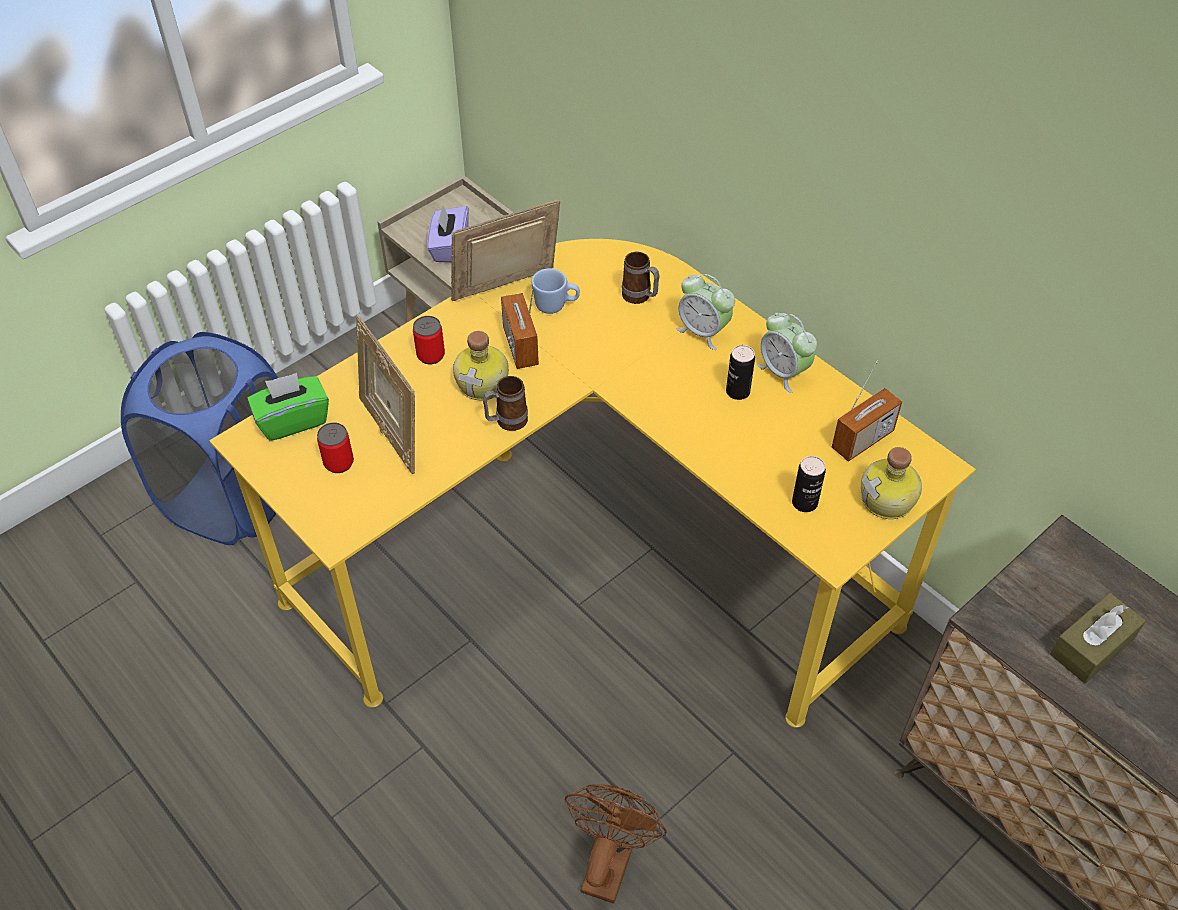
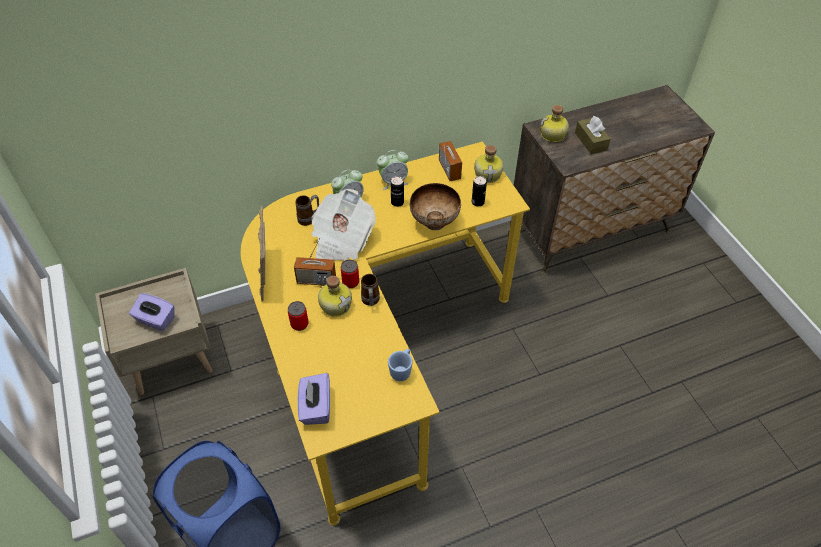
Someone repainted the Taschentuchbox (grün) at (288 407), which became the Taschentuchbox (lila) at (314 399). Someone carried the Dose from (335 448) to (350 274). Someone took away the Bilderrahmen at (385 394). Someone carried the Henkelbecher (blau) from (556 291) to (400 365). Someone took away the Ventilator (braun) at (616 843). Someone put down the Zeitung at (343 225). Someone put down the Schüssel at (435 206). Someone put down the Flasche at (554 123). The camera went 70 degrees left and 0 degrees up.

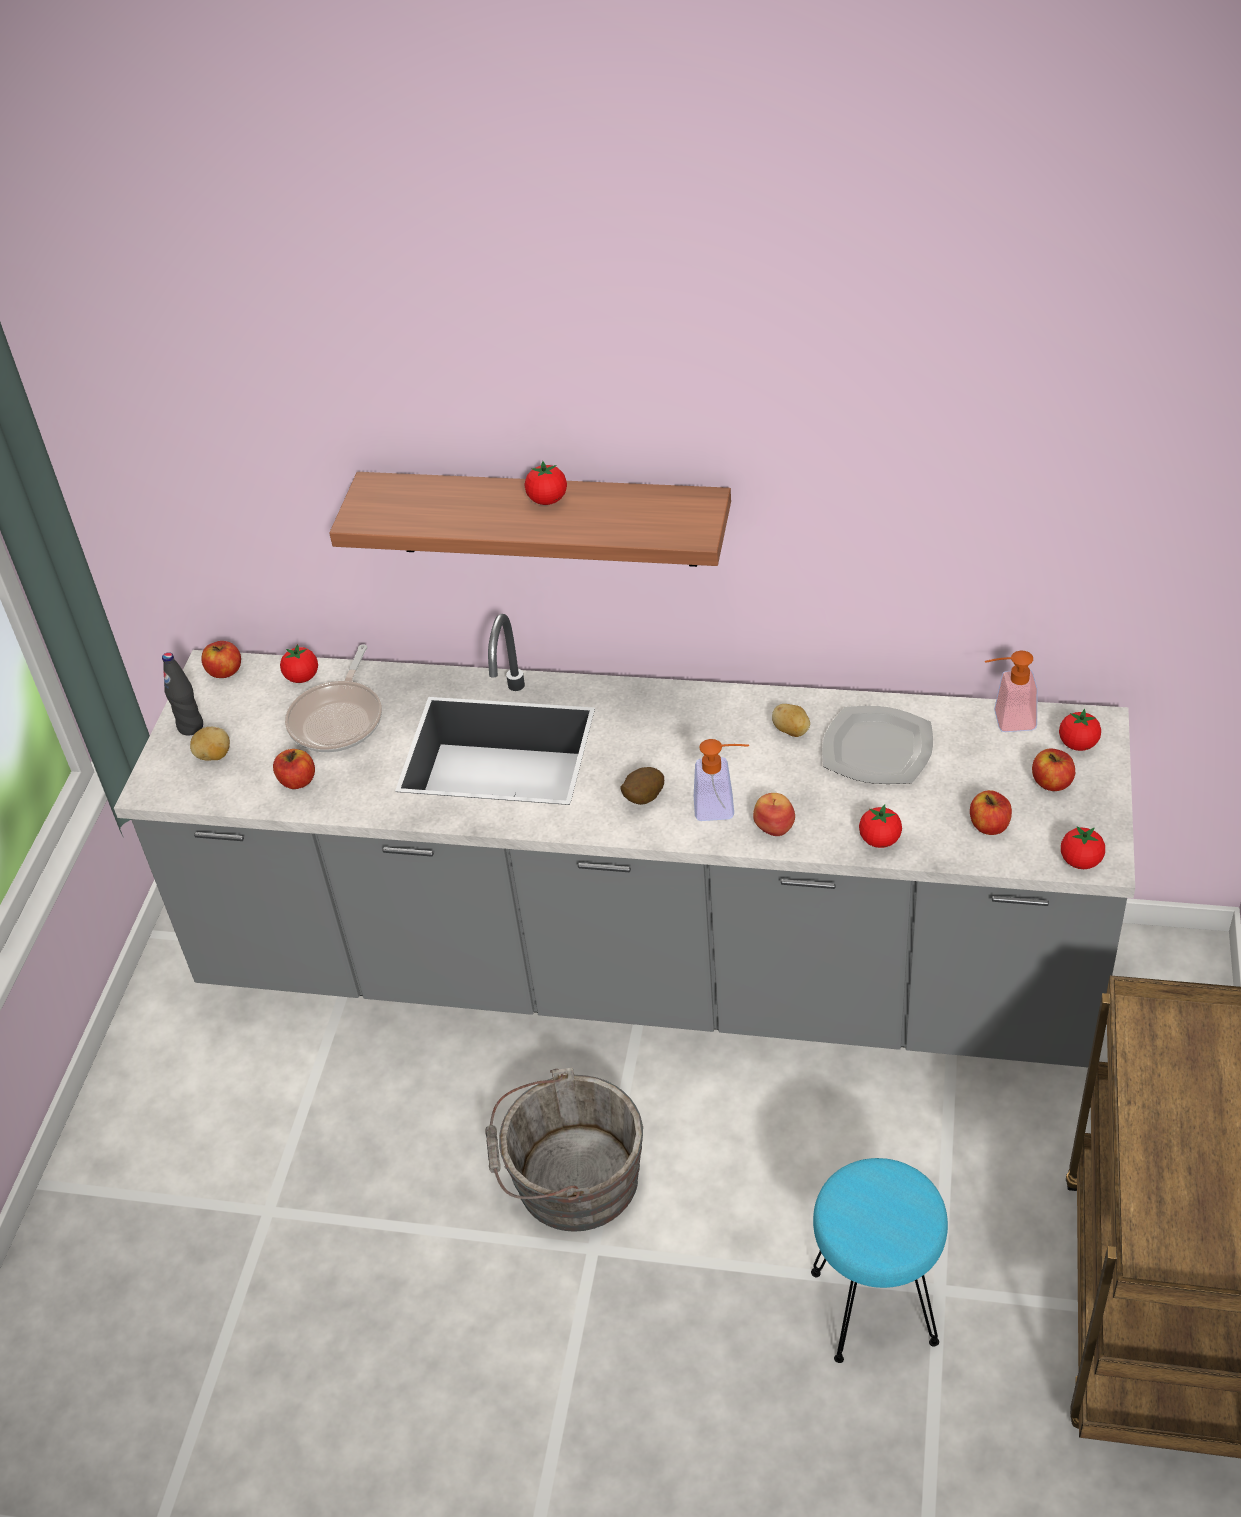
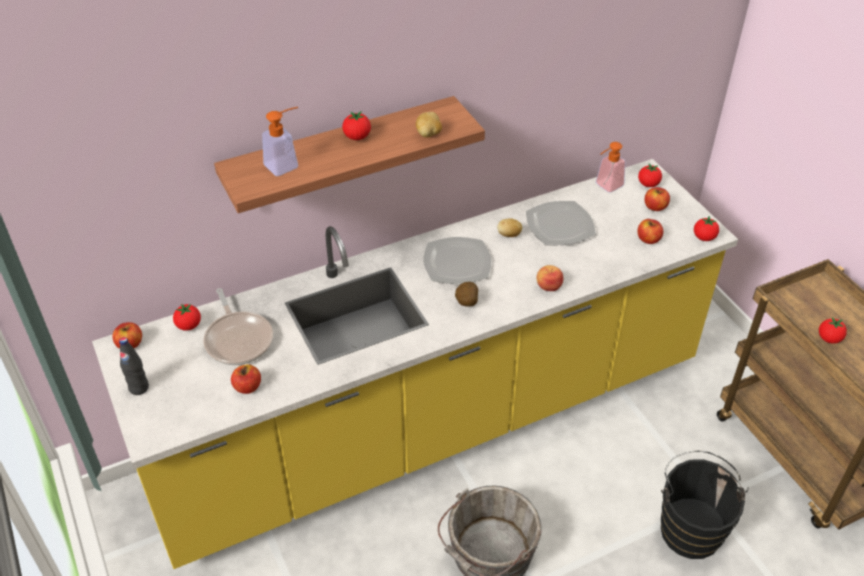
Someone repainted the Küchenzeile (grau) at (624 841), which became the Küchenzeile (gelb) at (415 364). Someone carried the Kartoffel from (210 744) to (429 125). Someone carried the Seifenspender from (721 780) to (280 141). Someone swapped the Hocker (türkis) at (879 1260) for the Eimer (schwarz) at (705 504). Someone carried the Tomate from (880 826) to (833 330). Someone put down the Teller at (457 260). The camera went 40 degrees left and 0 degrees up.

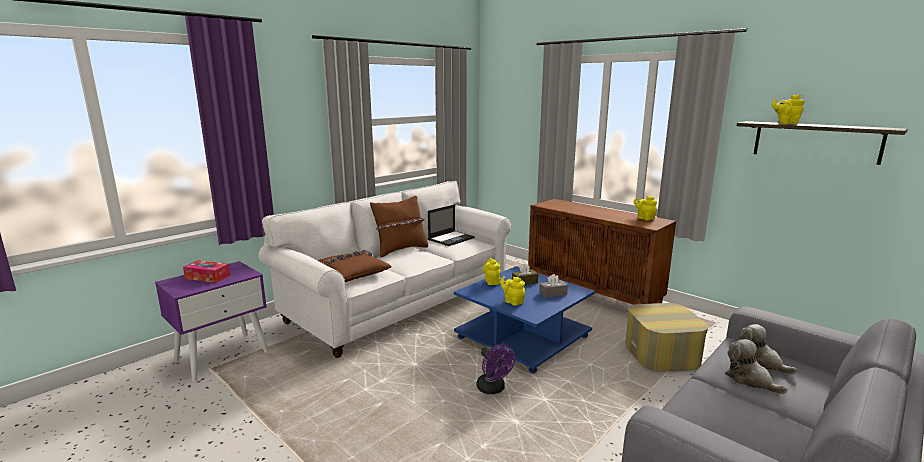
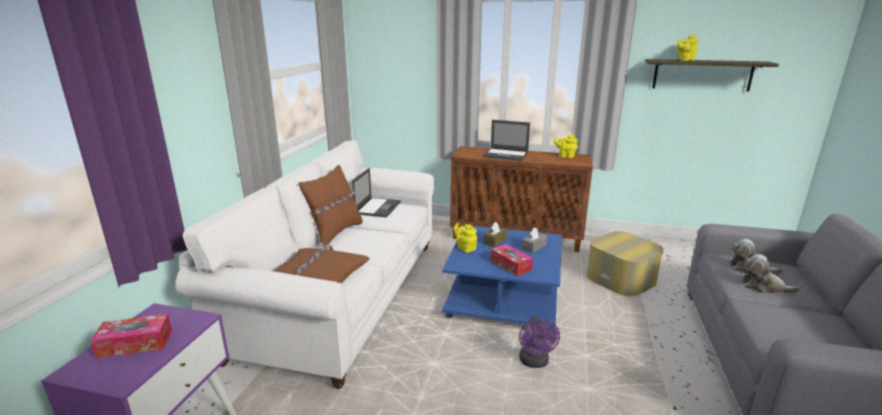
Someone rotated the Ventilator (lila) at (496 369) by 60 degrees clockwise. Someone swapped the Teekanne (gelb) at (512 291) for the Taschentuchbox at (512 260). Someone put down the Laptop at (506 140). The camera went 30 degrees left and 5 degrees up.

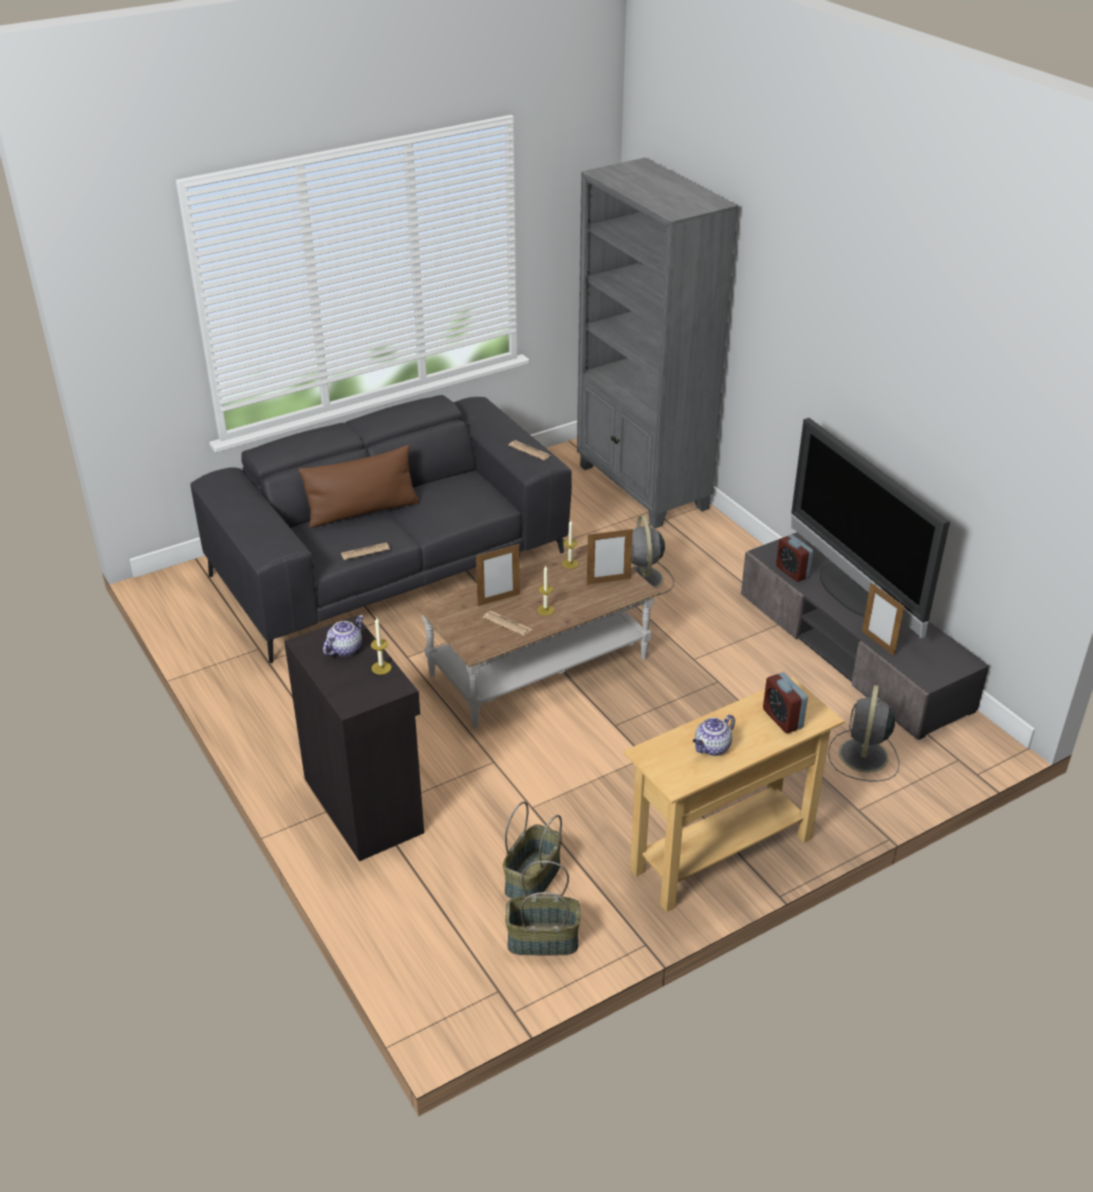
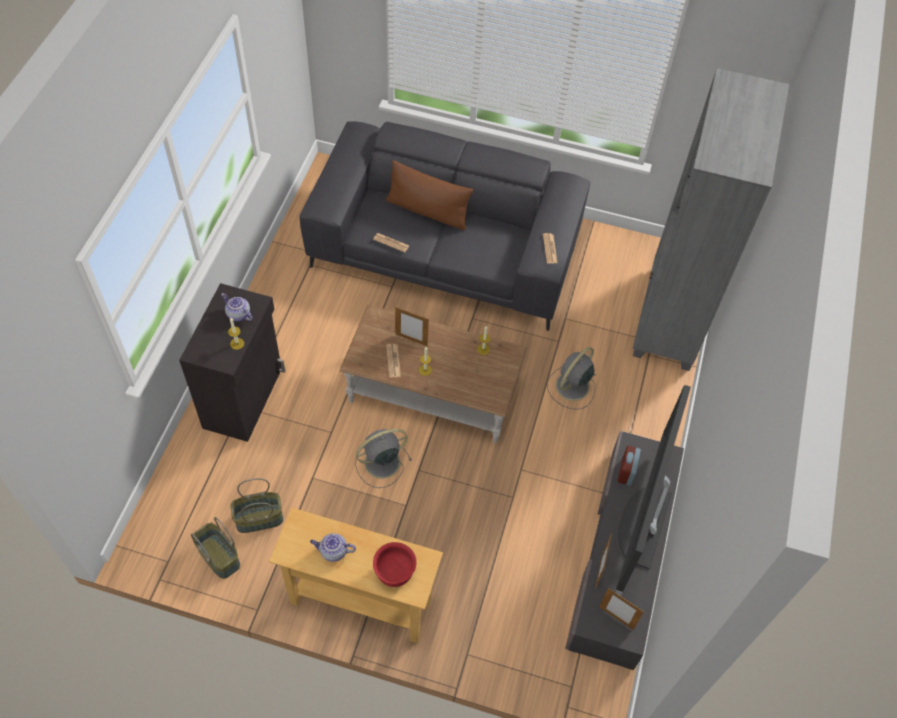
Someone rotated the Teekanne at (343 635) by 135 degrees counterclockwise. Someone carried the Bilderrahmen from (610 556) to (621 609). Someone swapped the Wecker at (785 702) for the Schüssel (rot) at (395 564). Someone carried the Ventilator (grau) from (864 733) to (383 458). The camera went 45 degrees right and 20 degrees up.

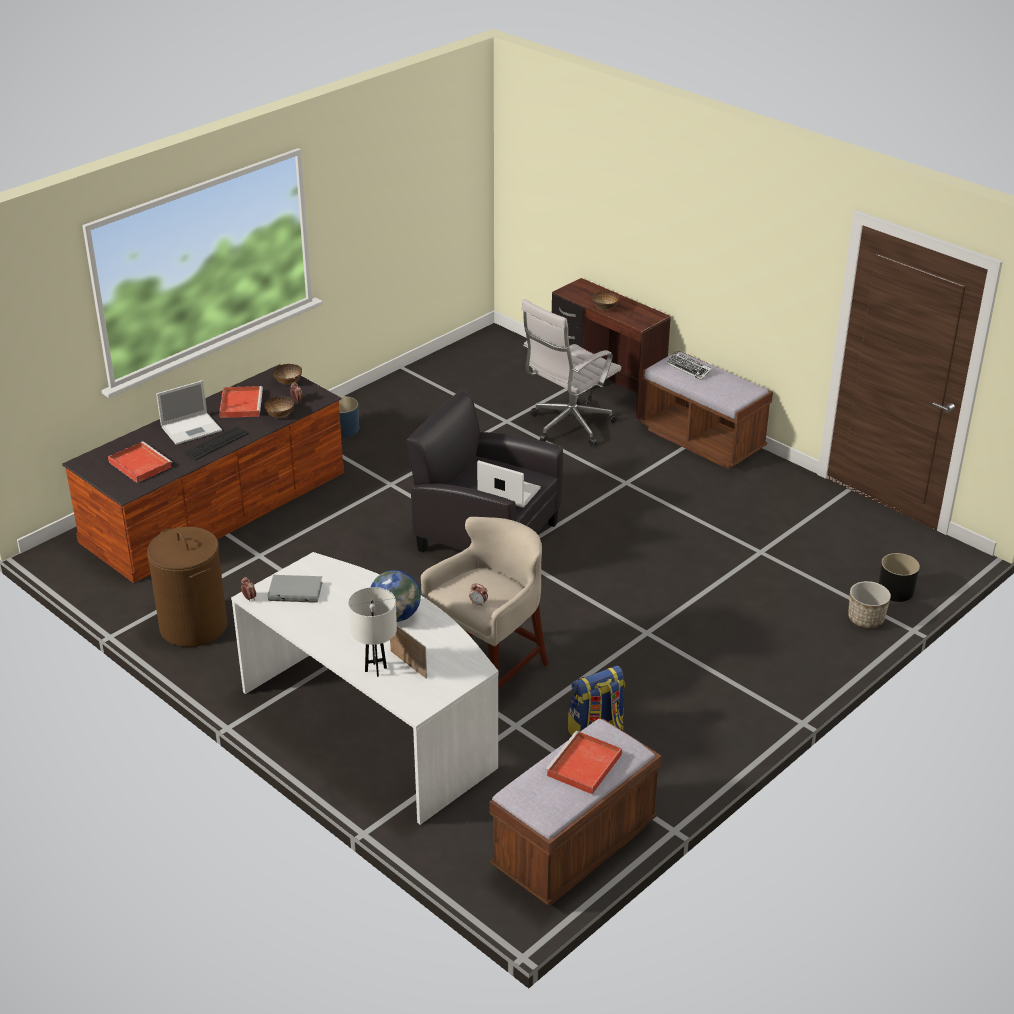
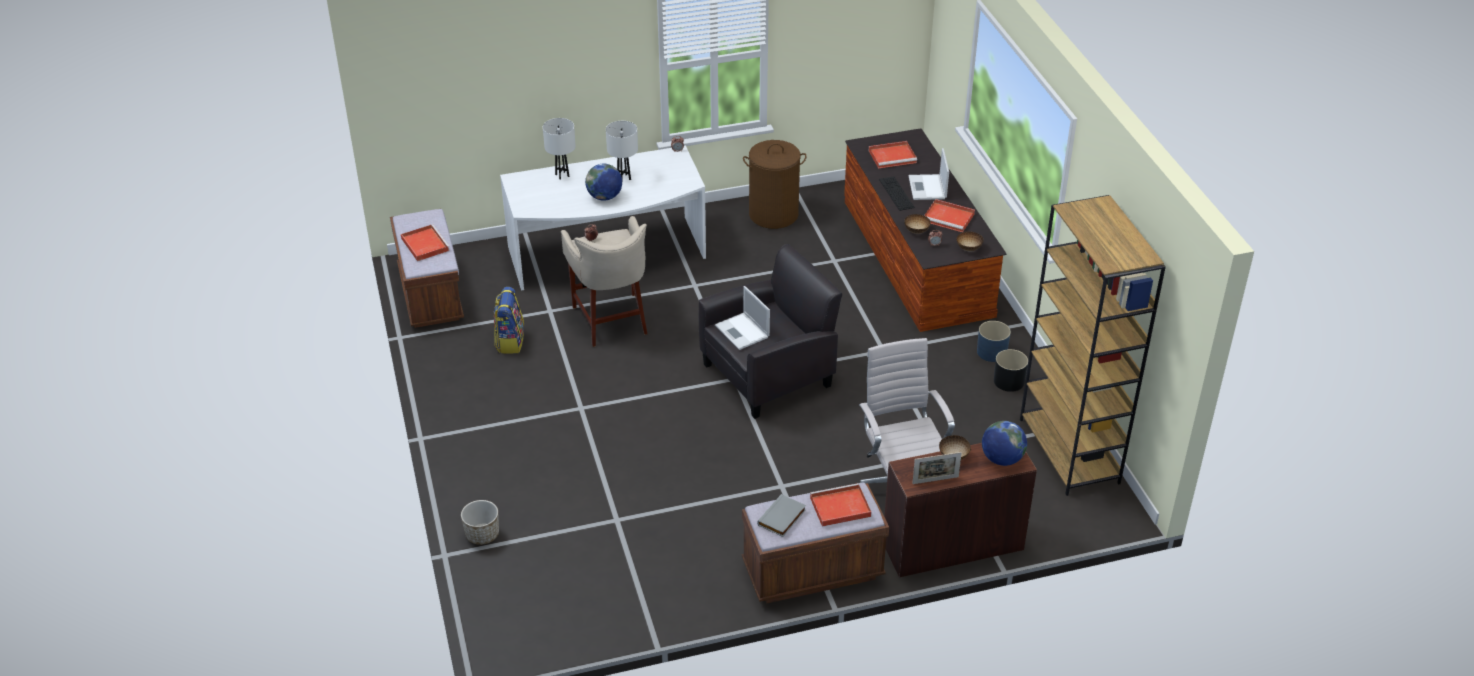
Someone carried the Buch (grau) from (295 589) to (781 515). Someone carried the Bilderrahmen from (408 652) to (937 468). Someone rotated the Laptop at (509 484) by 90 degrees clockwise. Someone swapped the Tastatur at (689 366) for the Tablett (rot) at (840 505). Someone carried the Pflanzkübel (schwarz) from (899 577) to (1011 370). Someone put down the Tischlampe (weiß) at (622 150). Someone put down the Globus at (1004 443). Someone put down the Bücherregal (braun) at (1093 345). The camera went 120 degrees right and 5 degrees up.

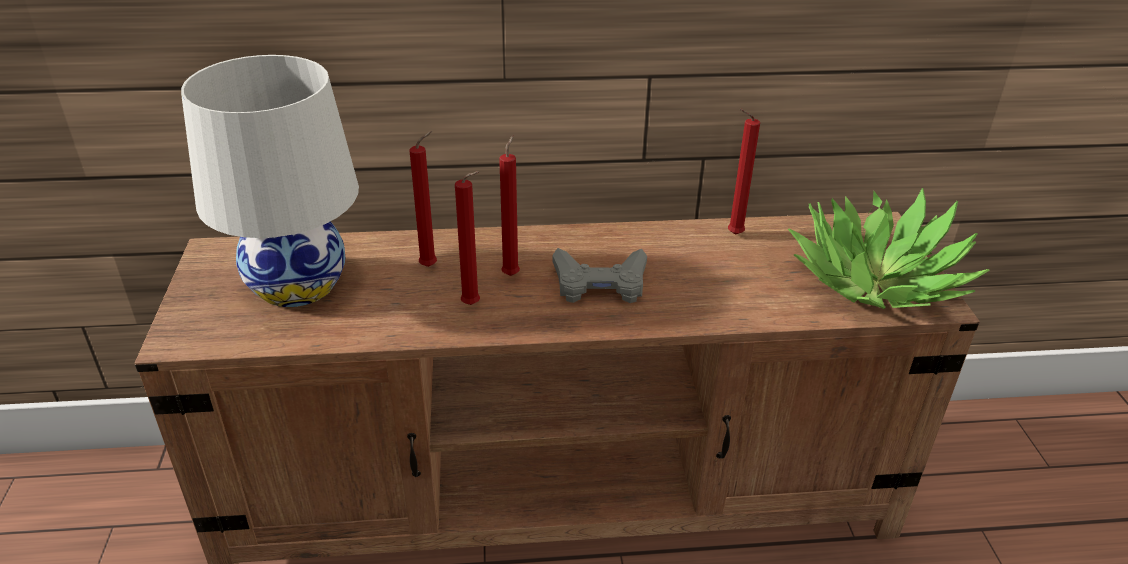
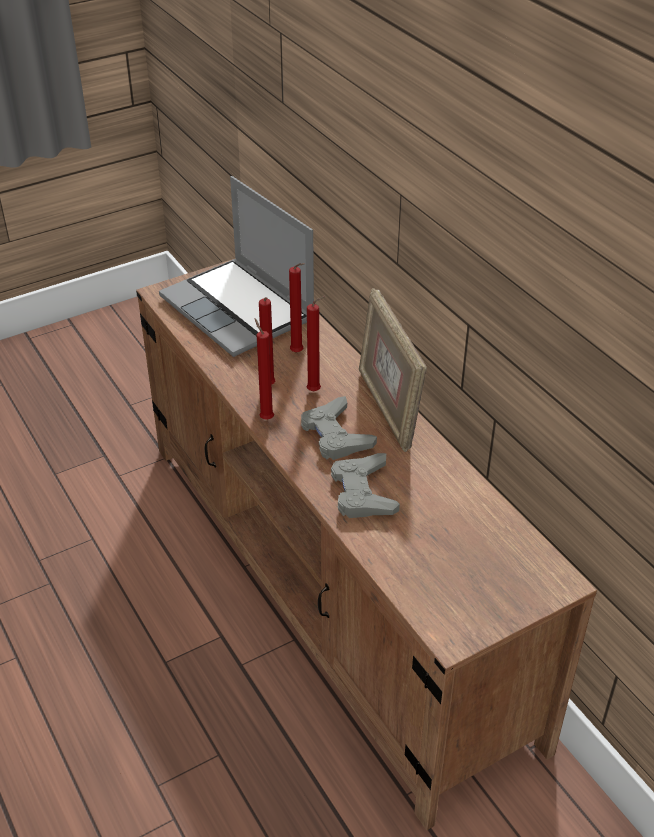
Someone swapped the Tischlampe (weiß) at (270 181) for the Laptop at (236 266). Someone carried the Kerze (rot) from (744 172) to (264 369). Someone took away the Topfpflanze at (889 248). Someone put down the Gamepad (grau) at (365 485). Someone put down the Bilderrahmen at (393 370). The camera went 65 degrees right and 5 degrees up.

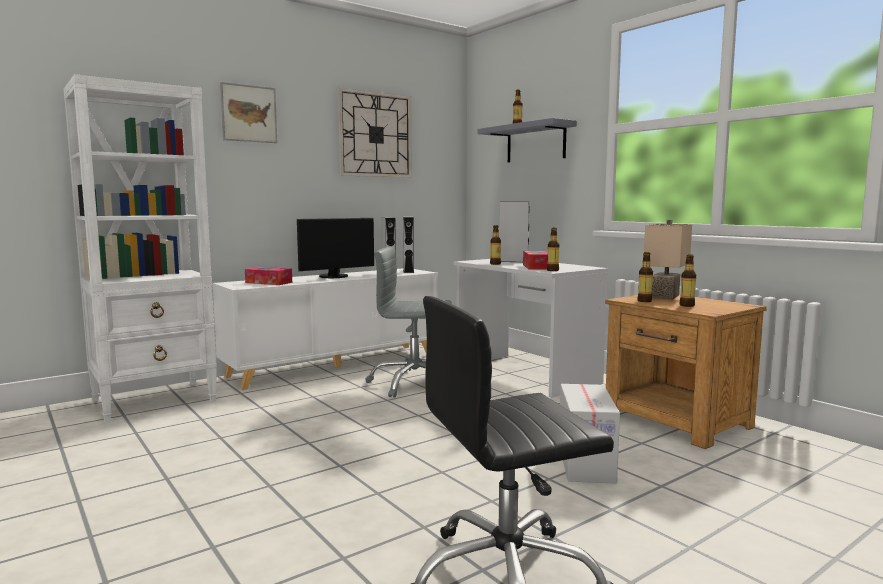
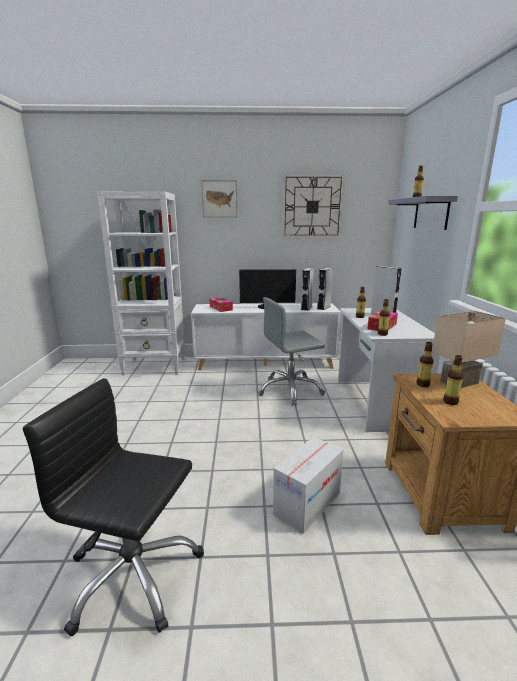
Someone rotated the Bürostuhl (grau) at (408 322) by 60 degrees counterclockwise. The camera went 35 degrees right and 10 degrees up.

